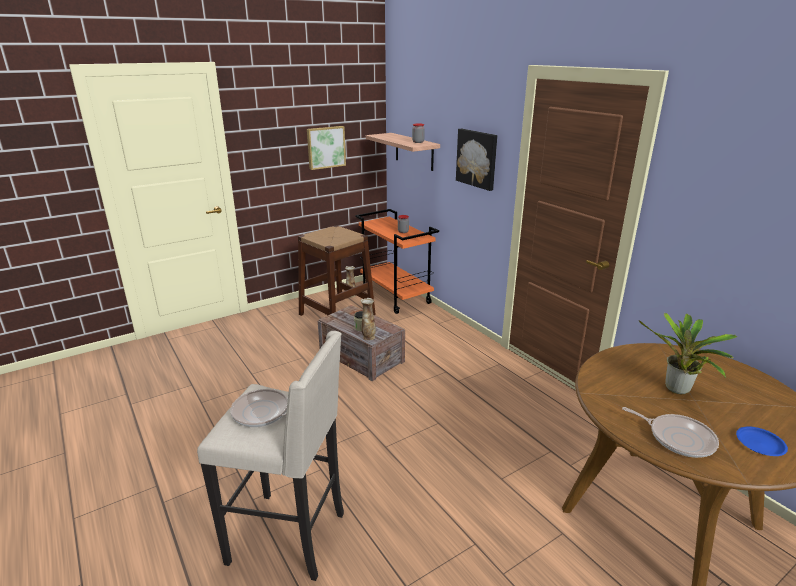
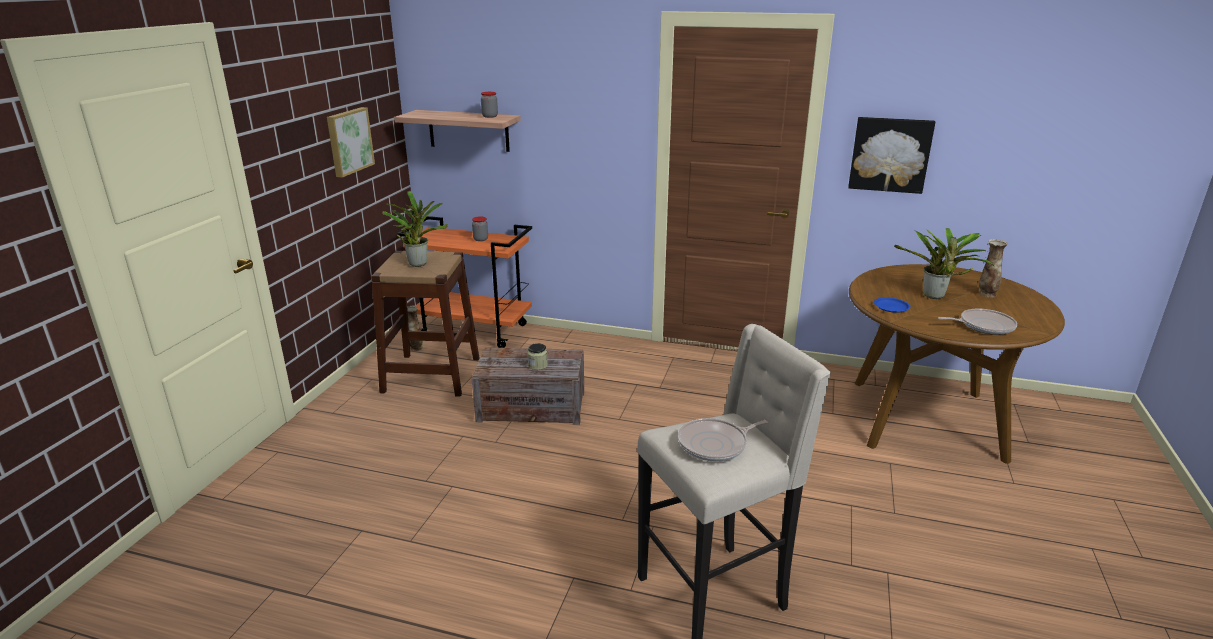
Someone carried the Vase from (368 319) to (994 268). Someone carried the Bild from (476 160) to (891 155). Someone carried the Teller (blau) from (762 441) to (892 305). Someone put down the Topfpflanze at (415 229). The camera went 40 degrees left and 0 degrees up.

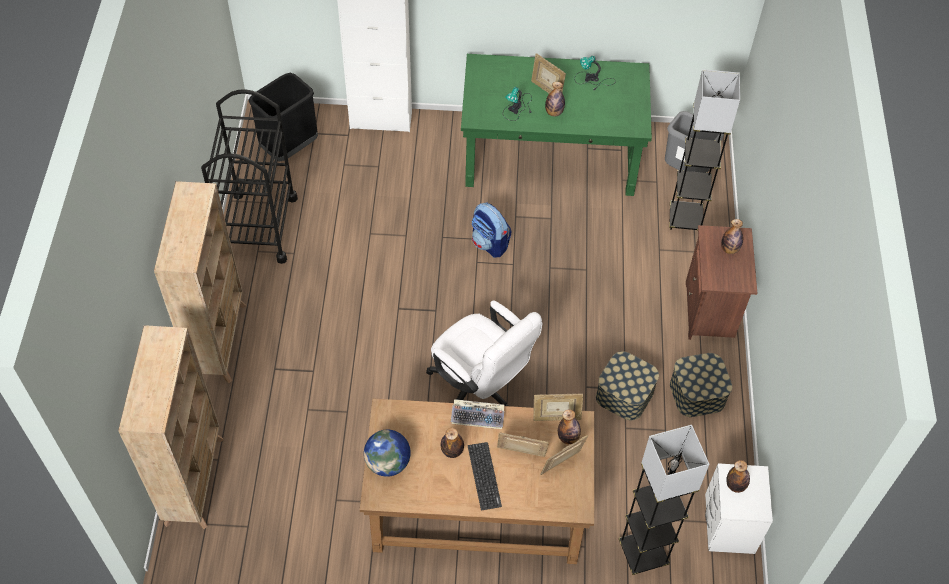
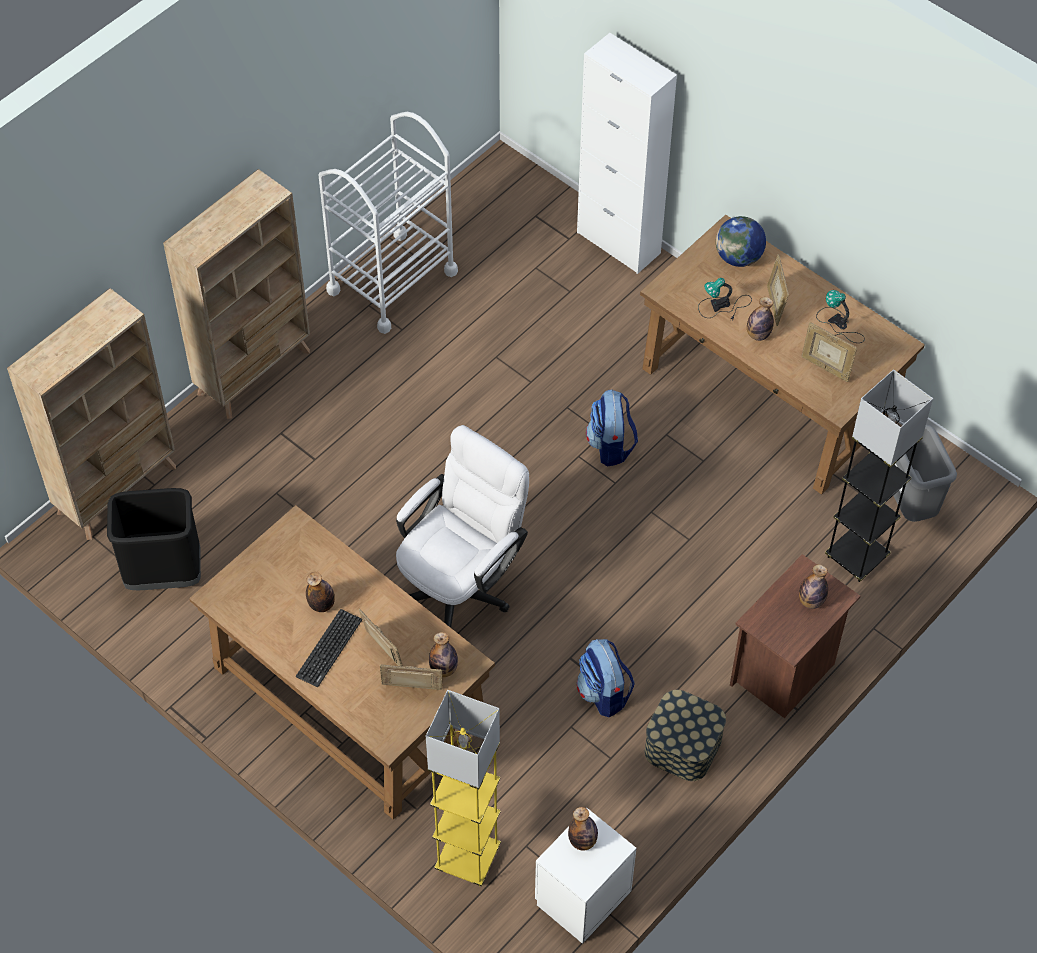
Someone repainted the Rollwagen (schwarz) at (249 176), which became the Rollwagen (weiß) at (388 223). Someone carried the Mülleimer (schwarz) from (283 117) to (154 539). Someone carried the Globus from (387 453) to (741 241). Someone rotated the Bürostuhl (weiß) at (484 353) by 135 degrees counterclockwise. Someone took away the Tastatur at (477 414). Someone repainted the Schreibtisch (grün) at (556 125), which became the Schreibtisch (braun) at (782 355). Someone carried the Bilderrahmen from (558 407) to (829 352). Someone swapped the Aufbewahrungsbox at (627 385) for the Rucksack at (606 678). Someone repainted the Stehlampe (grau) at (664 500), which became the Stehlampe (gelb) at (463 788). The camera went 40 degrees right and 0 degrees up.

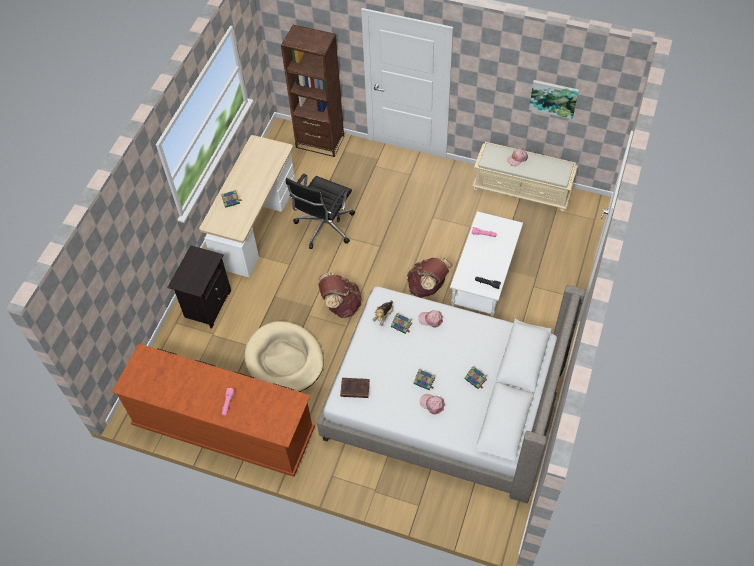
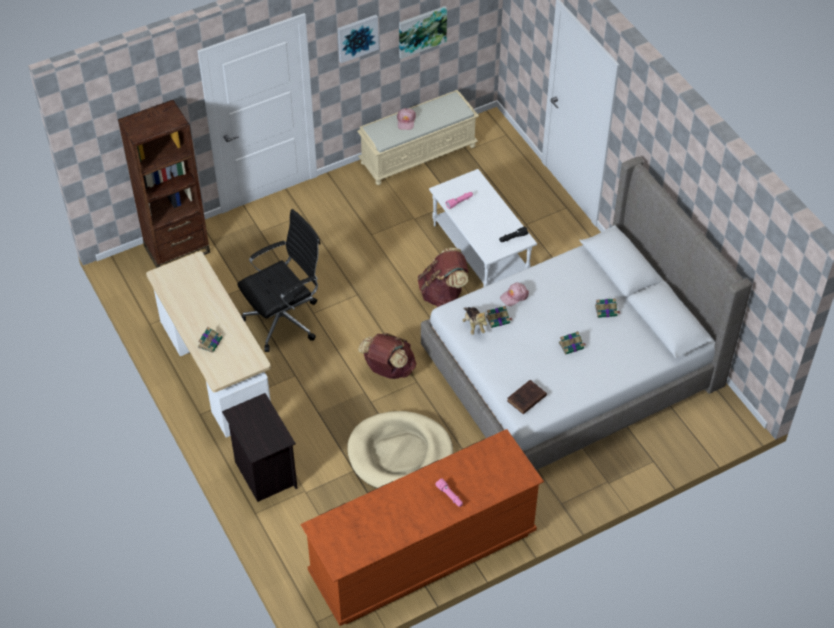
Someone rotated the Bürostuhl (schwarz) at (320 211) by 105 degrees counterclockwise. Someone took away the Kappe (rosa) at (432 404). Someone put up the Bild at (358 39). The camera went 50 degrees left and 5 degrees down.

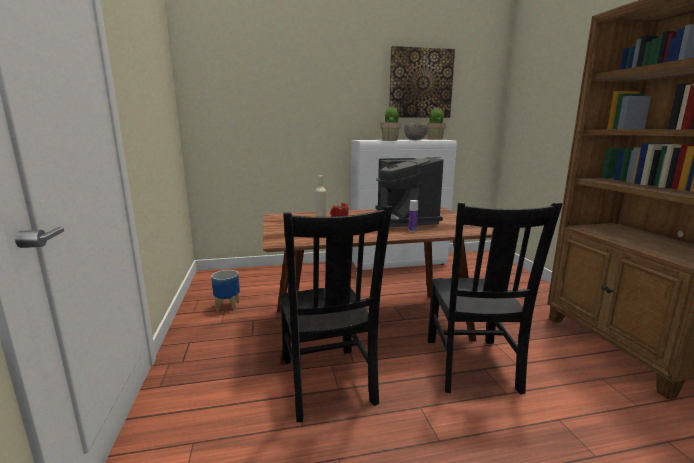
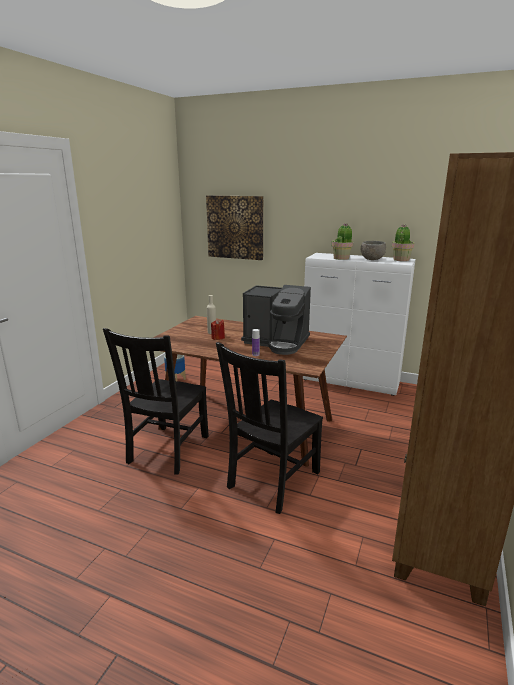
Someone rotated the Kaffeemaschine at (409 192) by 90 degrees counterclockwise. Someone carried the Bild from (422 82) to (234 227). The camera went 35 degrees right and 5 degrees up.

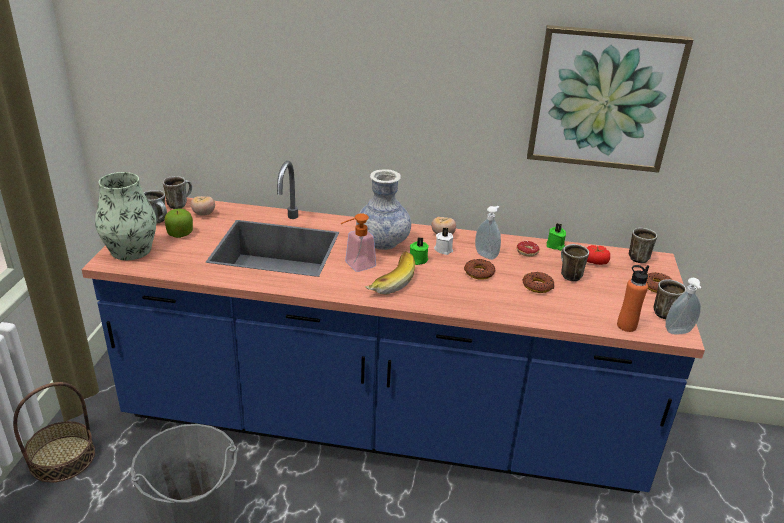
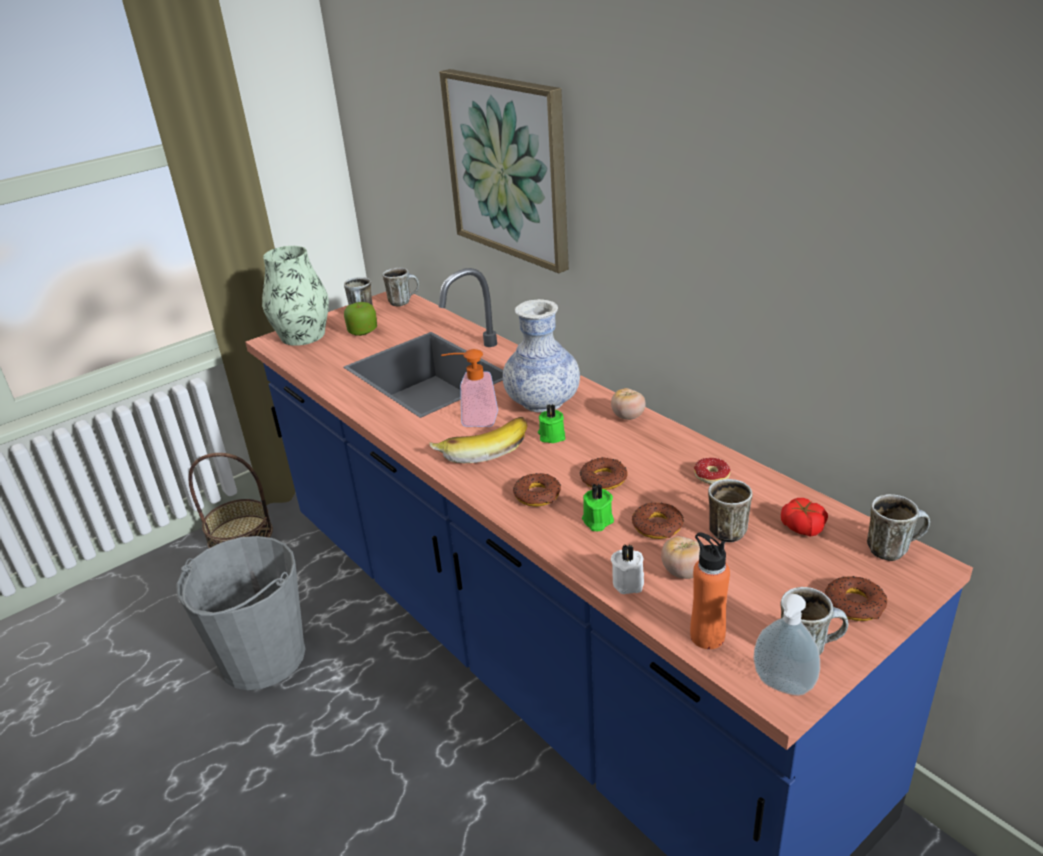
Someone carried the Tomate from (202 206) to (680 557). Someone carried the Kerze (weiß) from (443 241) to (627 569). Someone took away the Seifenspender at (488 233). Someone carried the Bild from (610 99) to (504 171). Someone carried the Kerze (grün) from (556 237) to (598 507). Someone put down the Donut at (537 490). The camera went 45 degrees right and 0 degrees up.

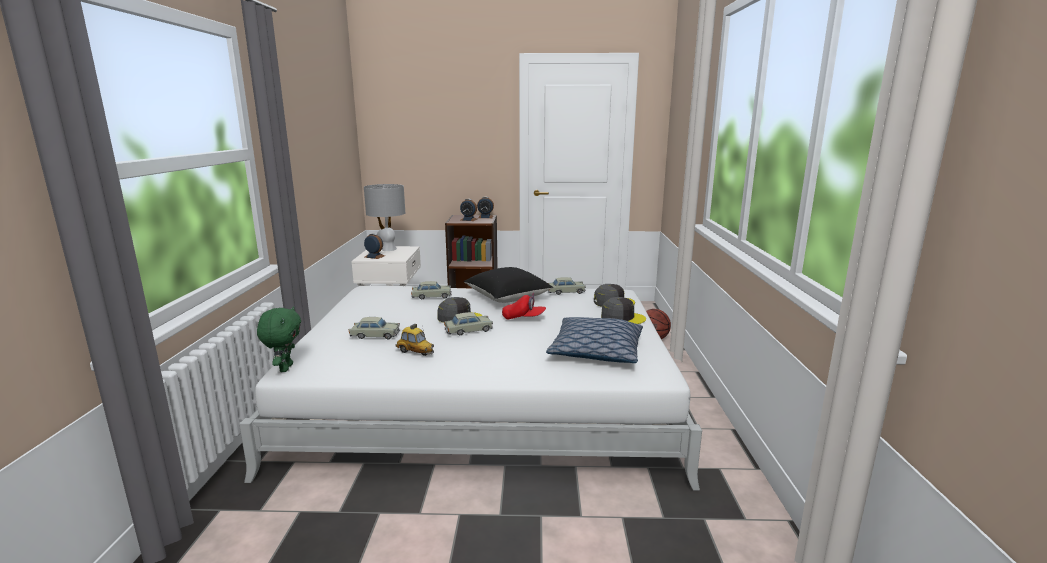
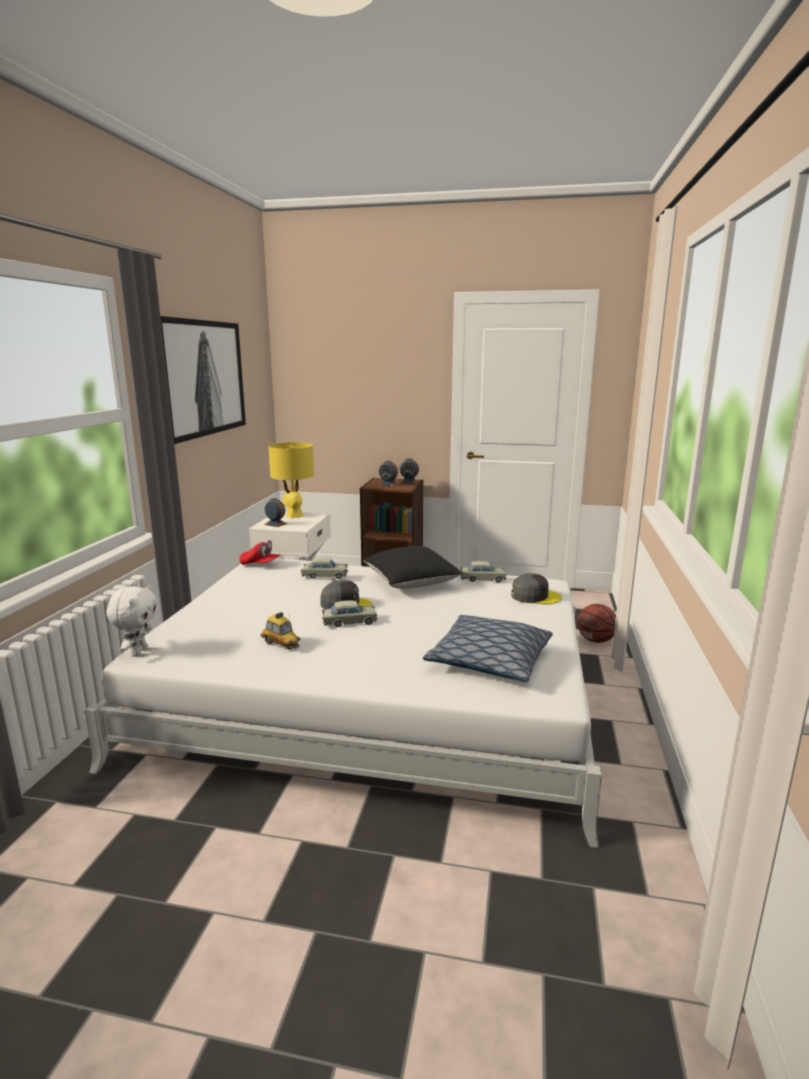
Someone repainted the Plüschtier (grün) at (279 339), which became the Plüschtier (weiß) at (131 621). Someone took away the Spielzeugauto (beige) at (374 328). Someone repainted the Tischlampe (grau) at (384 217), which became the Tischlampe (gelb) at (291 480). Someone carried the Kappe (rot) from (524 306) to (260 552). Someone took away the Kappe (grau) at (623 310). Someone put up the Bild at (203 380). The camera went 10 degrees right and 0 degrees up.

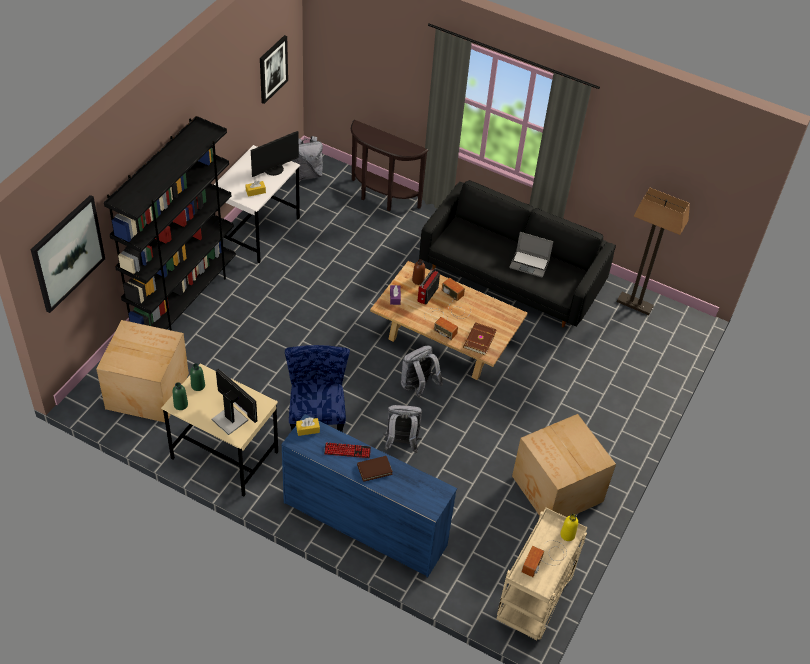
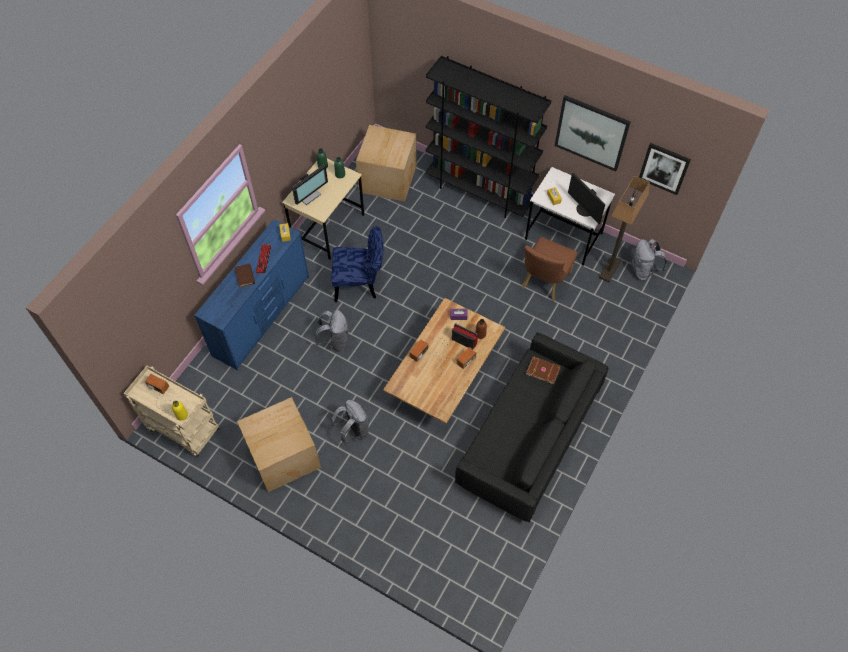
Someone carried the Bild from (67 254) to (593 133). Someone took away the Konsolentisch (braun) at (389 165). Someone carried the Rucksack (grau) from (422 371) to (350 422). Someone carried the Buch (braun) from (480 338) to (543 370). Someone took away the Laptop at (531 255). Someone carried the Stehlampe from (653 251) to (624 229). Someone put down the Stuhl (braun) at (549 269). The camera went 95 degrees right and 10 degrees up.

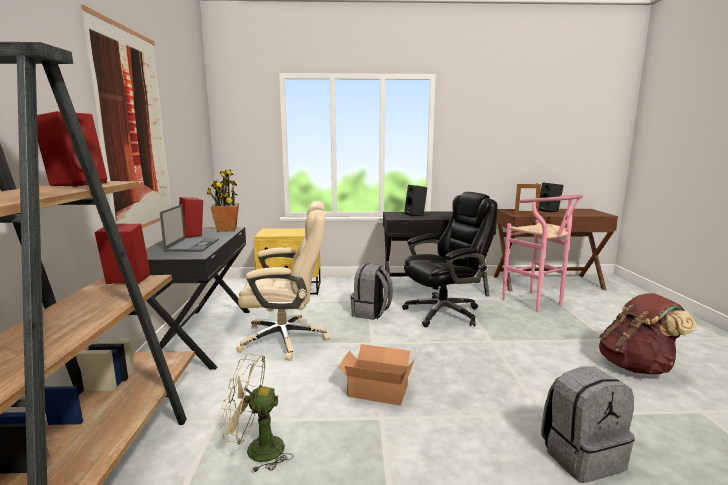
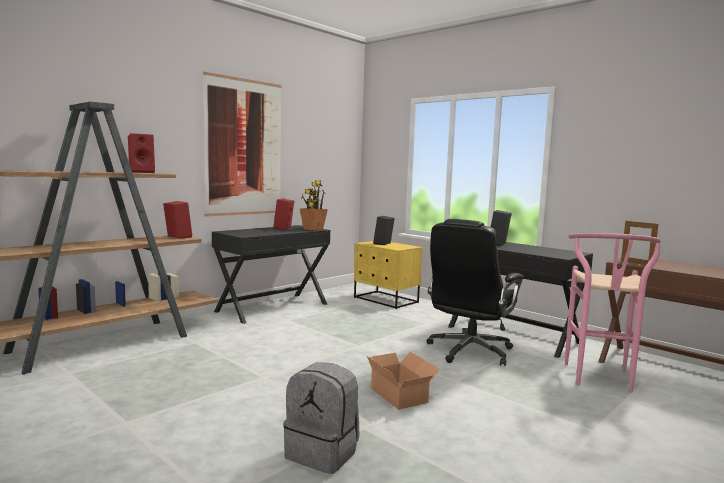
Someone took away the Laptop at (189 228). Someone took away the Ventilator (beige) at (257 413). Someone took away the Bürostuhl (beige) at (283 281). Someone carried the Karton from (377 374) to (403 381). Someone took away the Rucksack (grau) at (371 291). Someone rotated the Bürostuhl (schwarz) at (450 259) by 105 degrees clockwise. Someone carried the Lautsprecher (schwarz) from (551 197) to (384 230). Someone took away the Rucksack (braun) at (648 334). The camera went 45 degrees right and 5 degrees down.

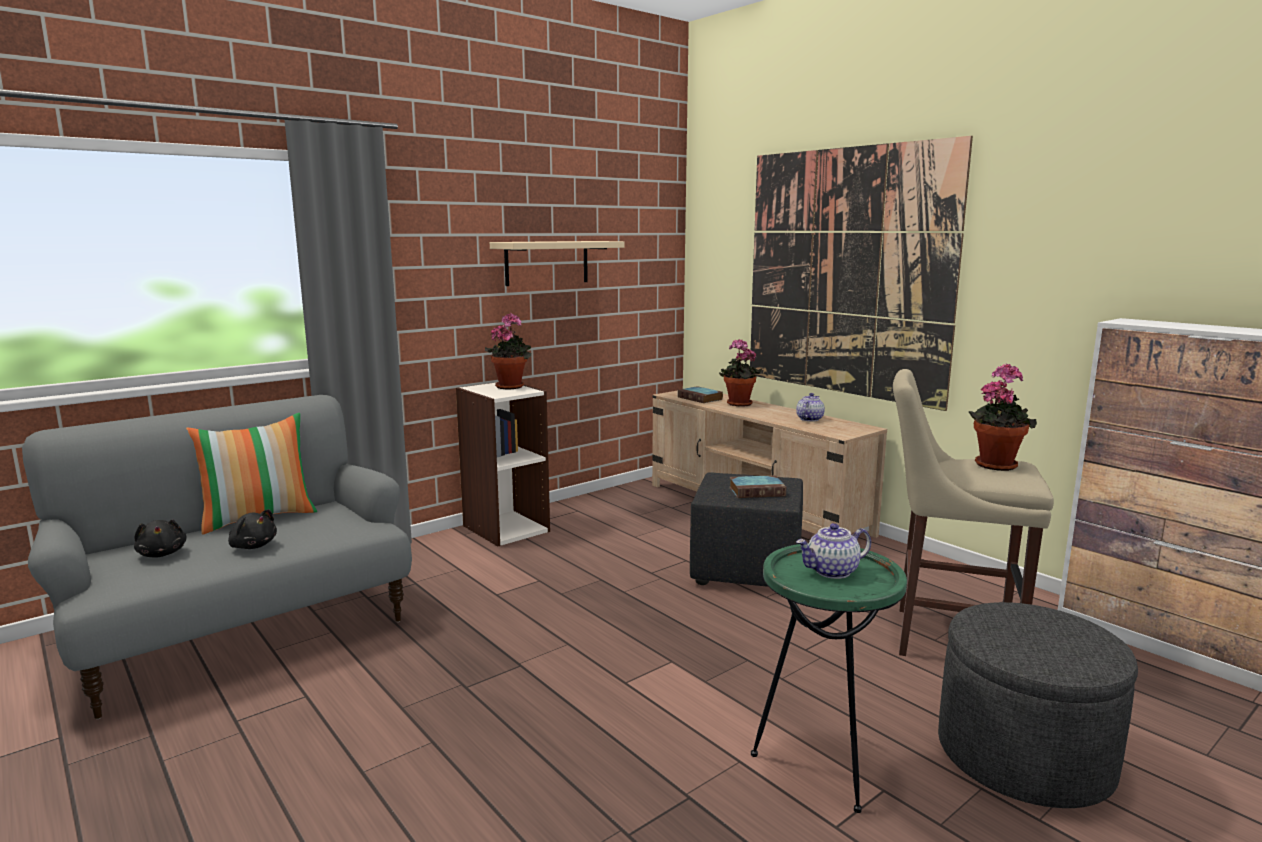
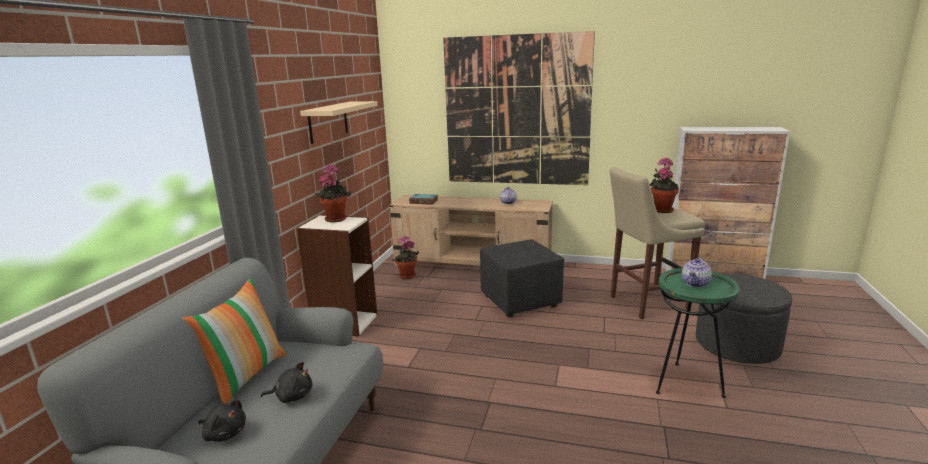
Someone carried the Topfpflanze from (740 373) to (405 257). Someone took away the Buch at (758 486). The camera went 35 degrees left and 5 degrees up.

